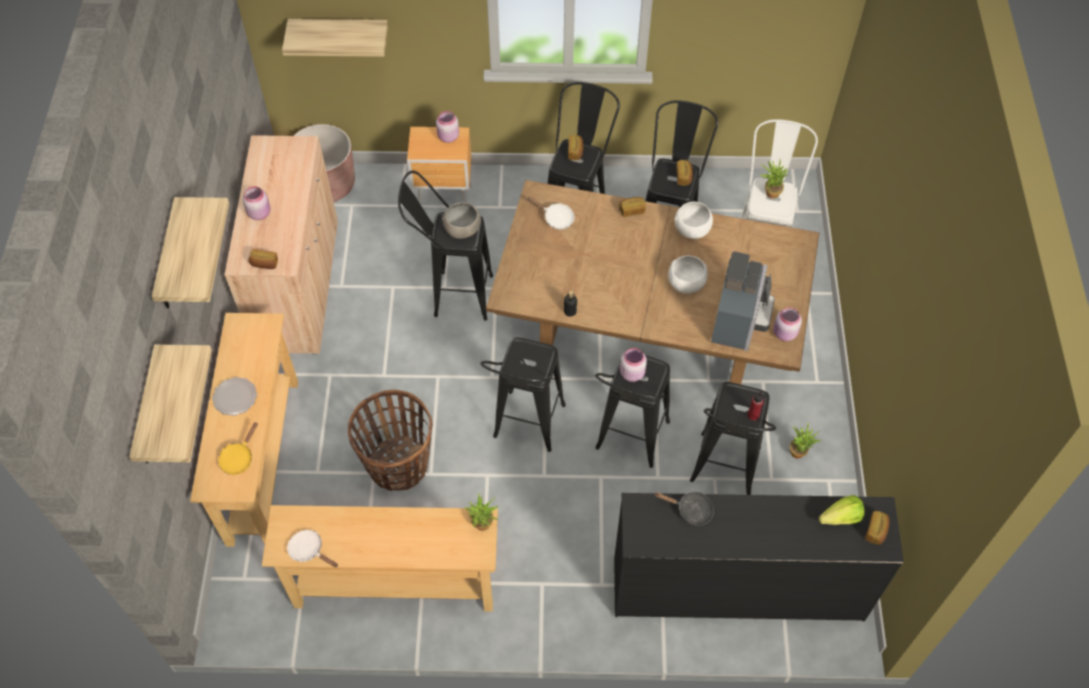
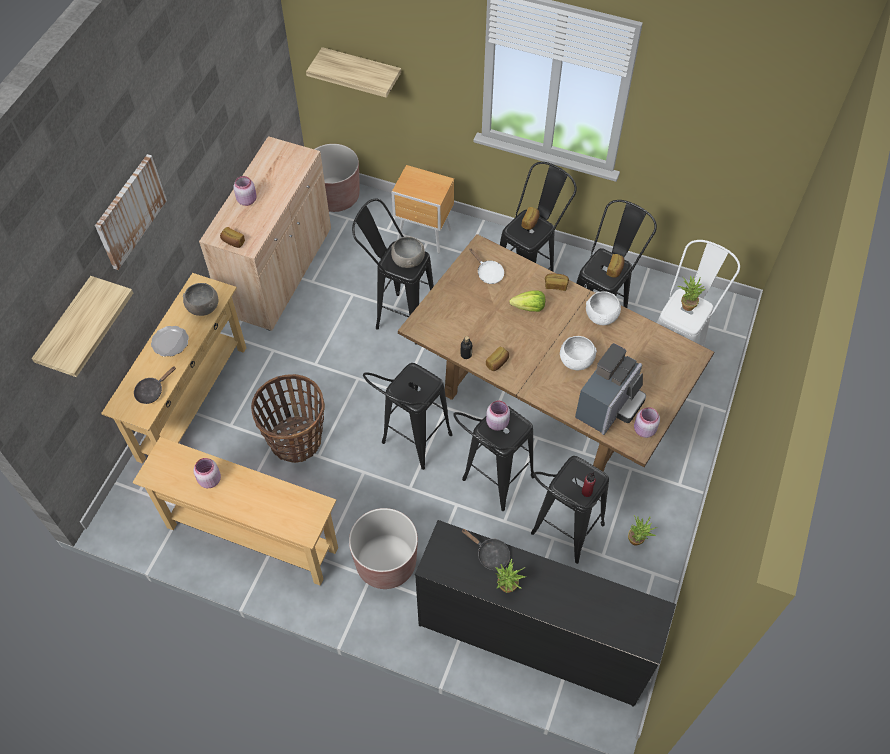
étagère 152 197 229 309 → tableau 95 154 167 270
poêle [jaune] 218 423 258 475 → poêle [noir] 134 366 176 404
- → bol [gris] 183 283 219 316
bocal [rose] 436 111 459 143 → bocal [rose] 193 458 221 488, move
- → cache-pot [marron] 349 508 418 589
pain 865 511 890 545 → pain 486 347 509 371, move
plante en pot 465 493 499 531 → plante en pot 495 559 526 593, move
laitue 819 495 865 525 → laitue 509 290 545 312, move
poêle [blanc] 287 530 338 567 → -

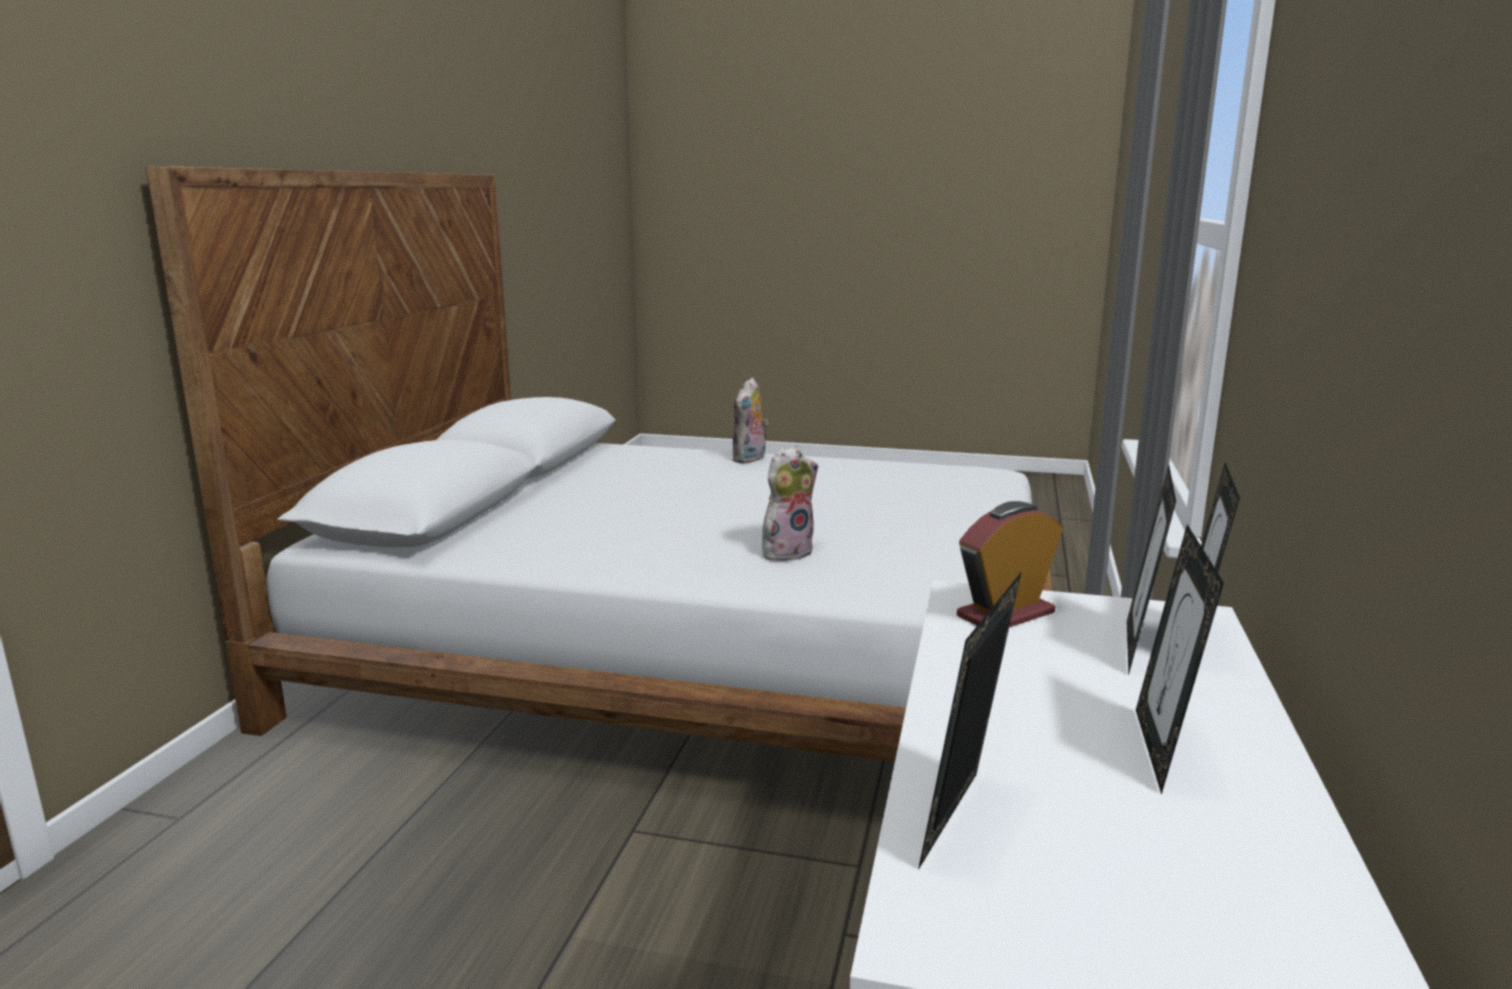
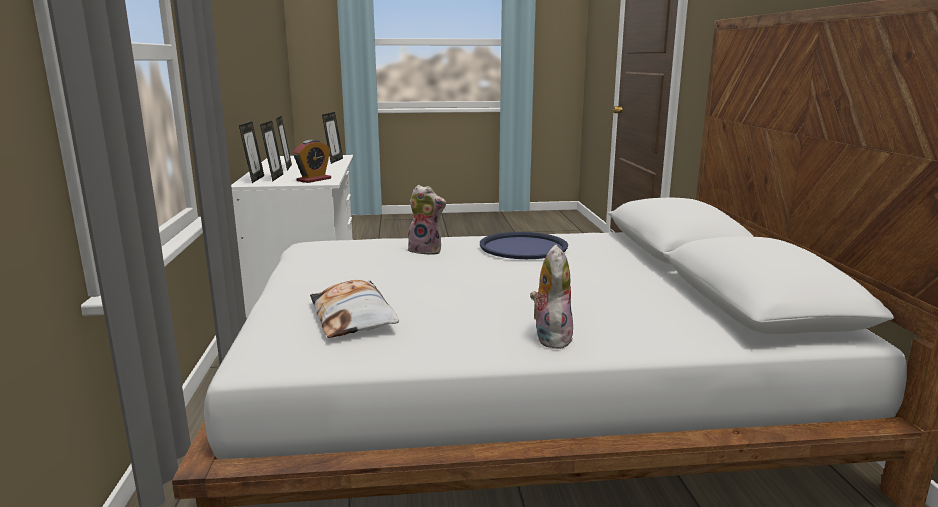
- → coussin 310 280 399 338
peluche 762 446 818 561 → peluche 408 185 446 255, 105 degrees counterclockwise
- → plateau [bleu] 480 232 568 259

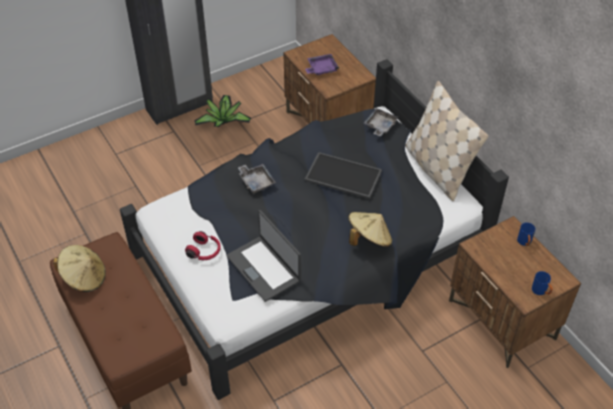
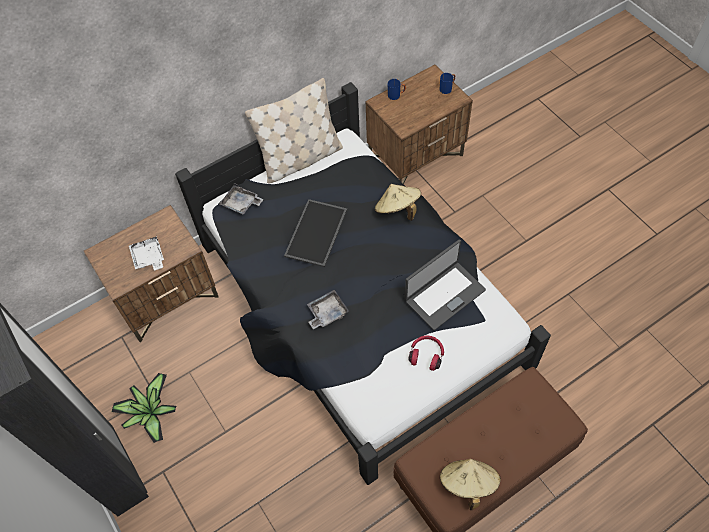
plateau [violet] 305 54 339 75 → plateau [blanc] 129 236 164 270

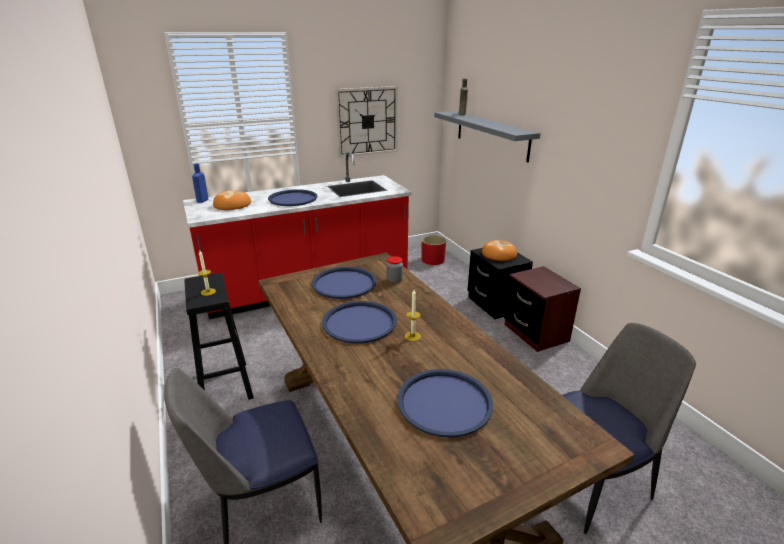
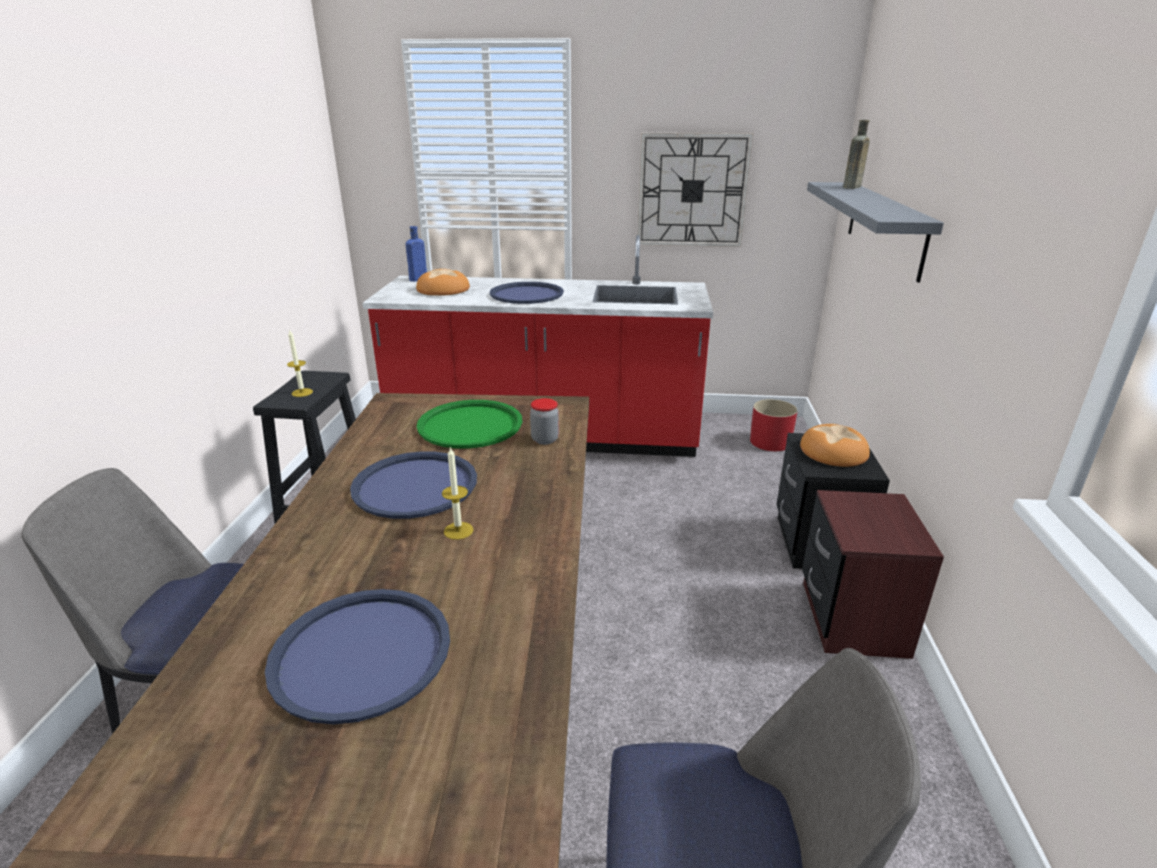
plateau [bleu] 312 267 377 299 → plateau [vert] 416 400 522 448

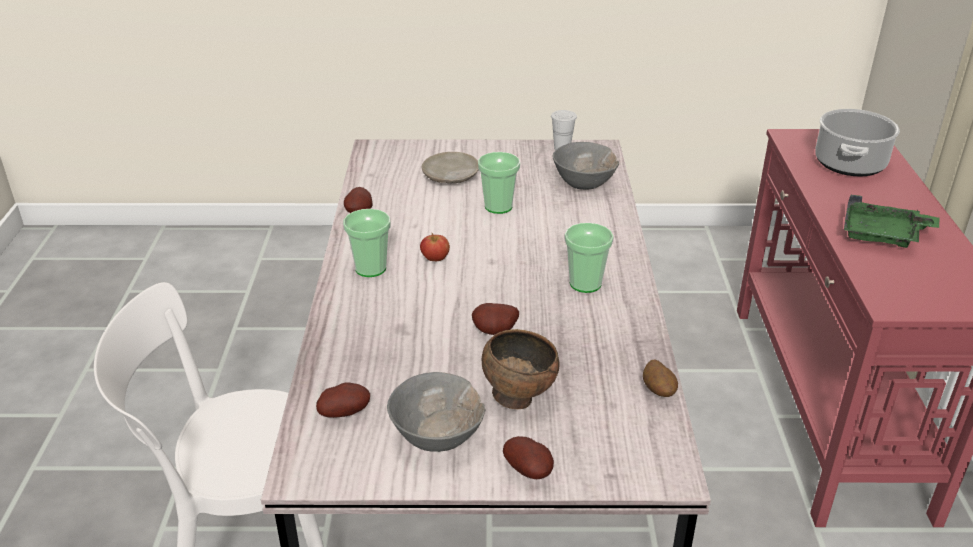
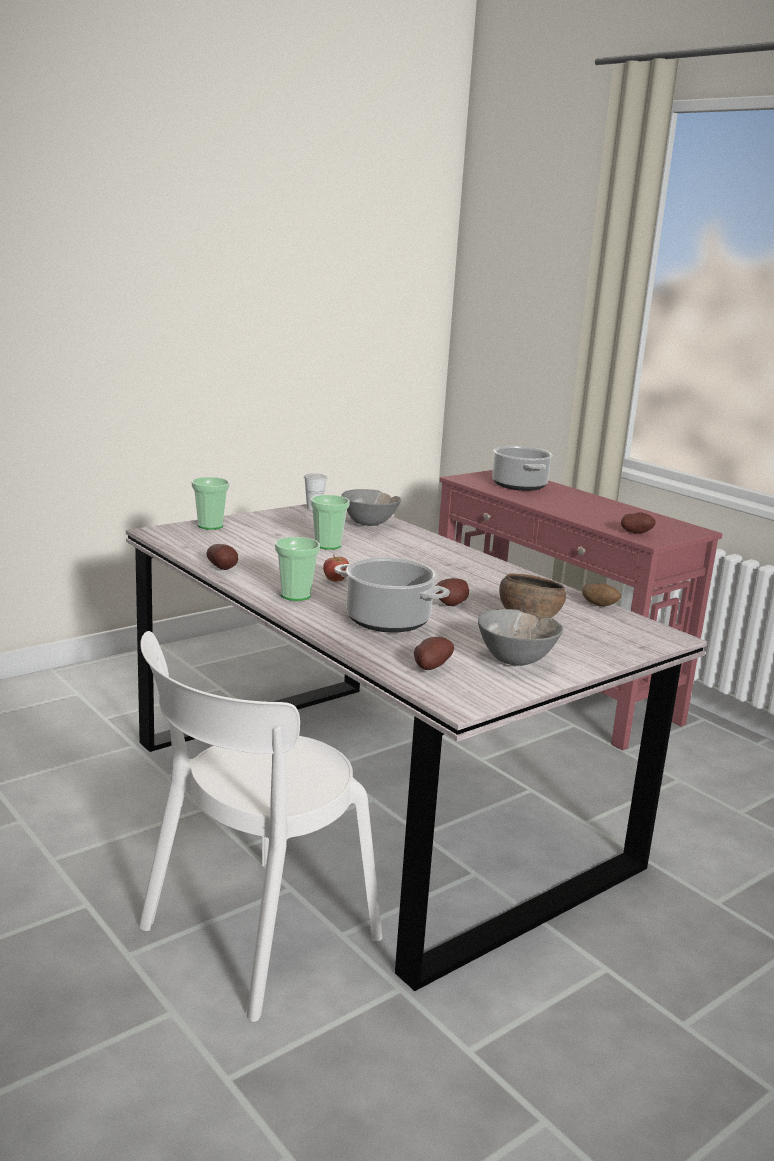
tasse 565 223 614 293 → tasse 192 477 230 530, move
- → marmite 334 557 450 633
pomme de terre 503 436 554 479 → pomme de terre 621 512 656 534, move
assiette [beige] 422 152 479 183 → -
plateau [vert] 844 195 940 248 → -

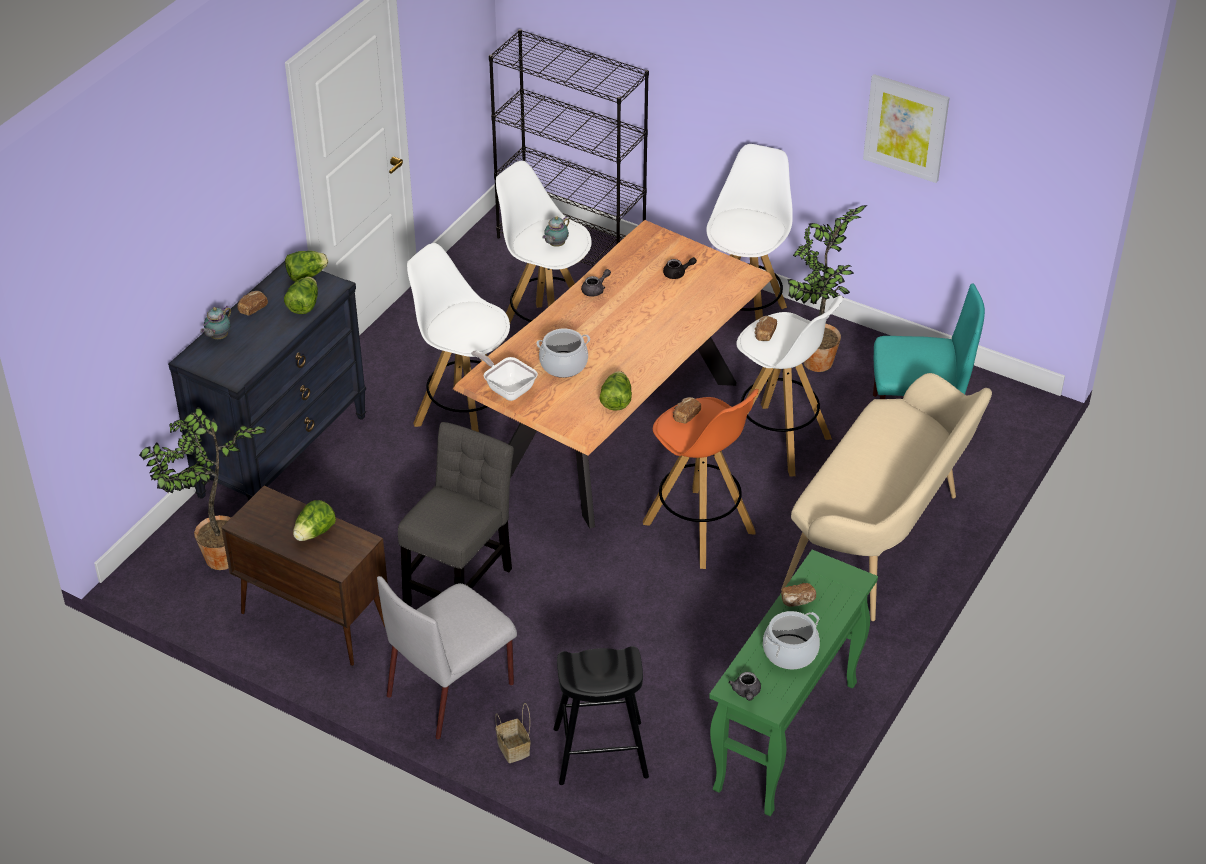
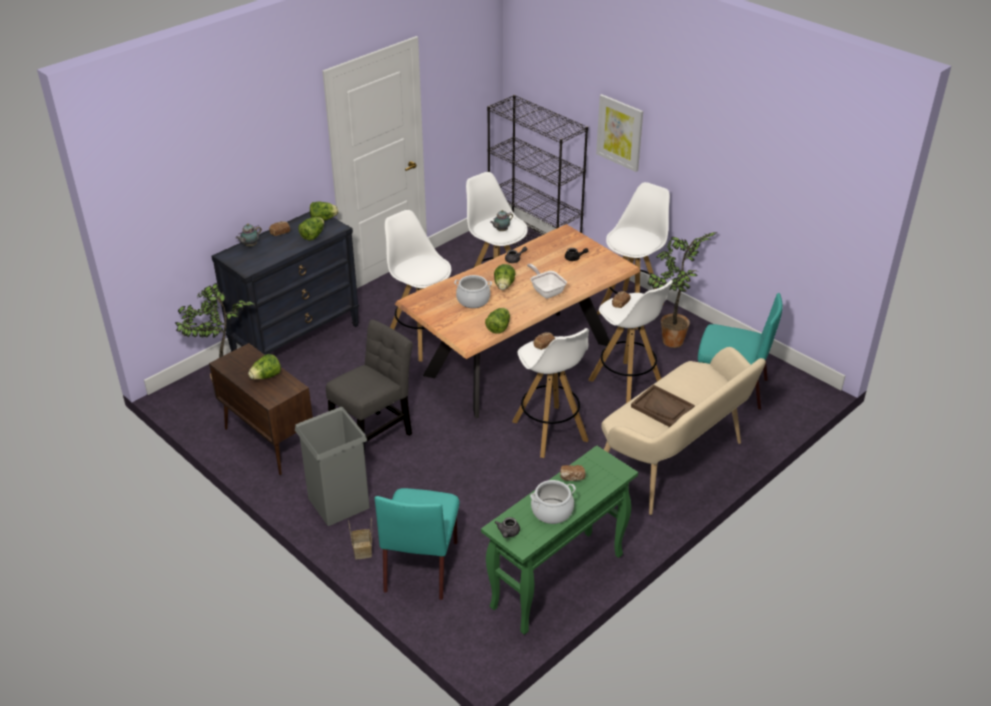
chaise [gris] 377 576 517 739 → poubelle [gris] 295 407 370 526
tabouret [noir] 553 646 649 785 → chaise [turquoise] 374 488 460 600
- → laitue 494 264 515 290
tabouret [orange] 643 389 759 569 → tabouret [blanc] 512 328 589 458
poêle 471 350 538 401 → poêle 527 264 567 298, move
tableau 863 74 949 183 → tableau 596 94 643 172, move
- → plateau [marron] 631 384 695 427

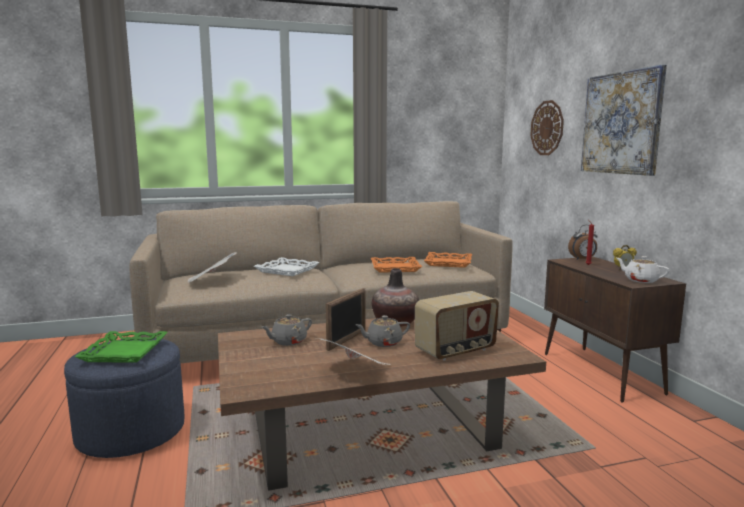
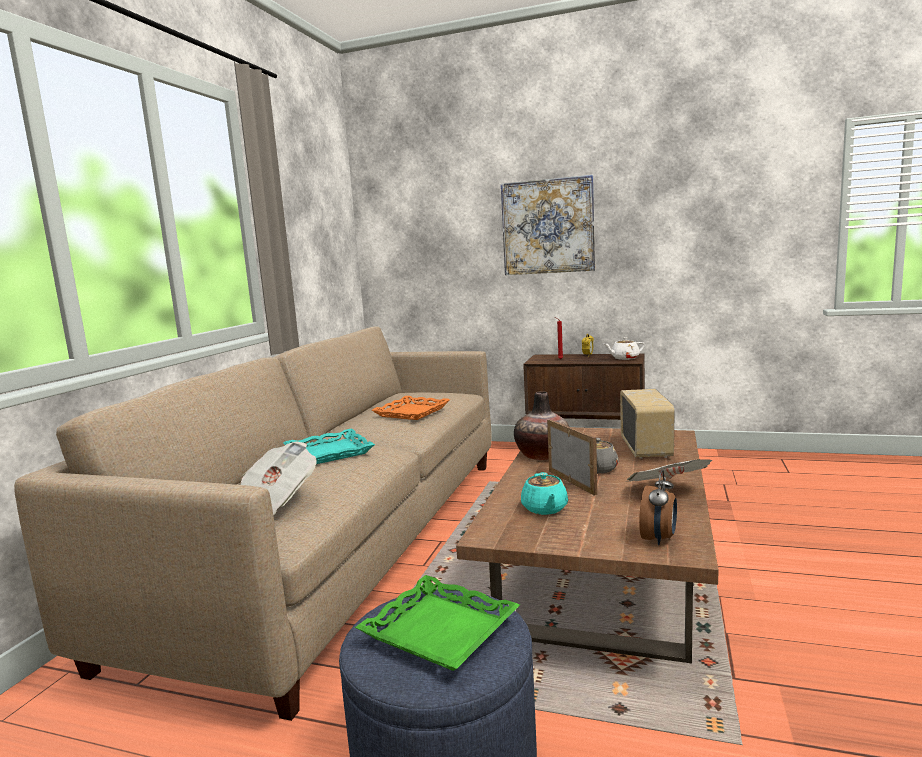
plateau [blanc] 254 257 320 276 → plateau [turquoise] 283 429 375 464
théière [gris] 262 314 312 346 → théière [turquoise] 521 472 568 515
réveil 568 225 598 259 → réveil 639 469 677 545, move
plateau [orange] 424 252 472 268 → -
horloge murale 530 100 564 155 → -

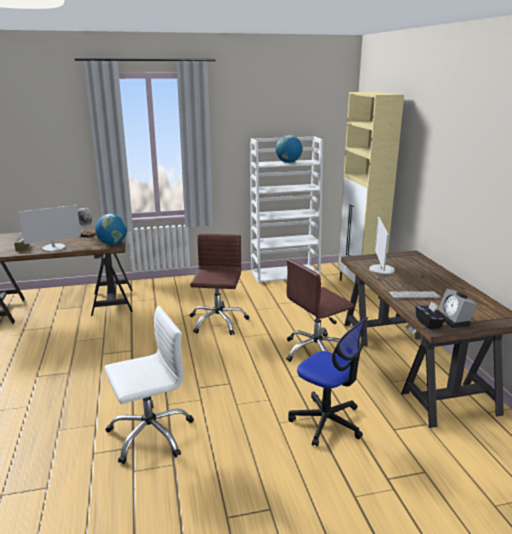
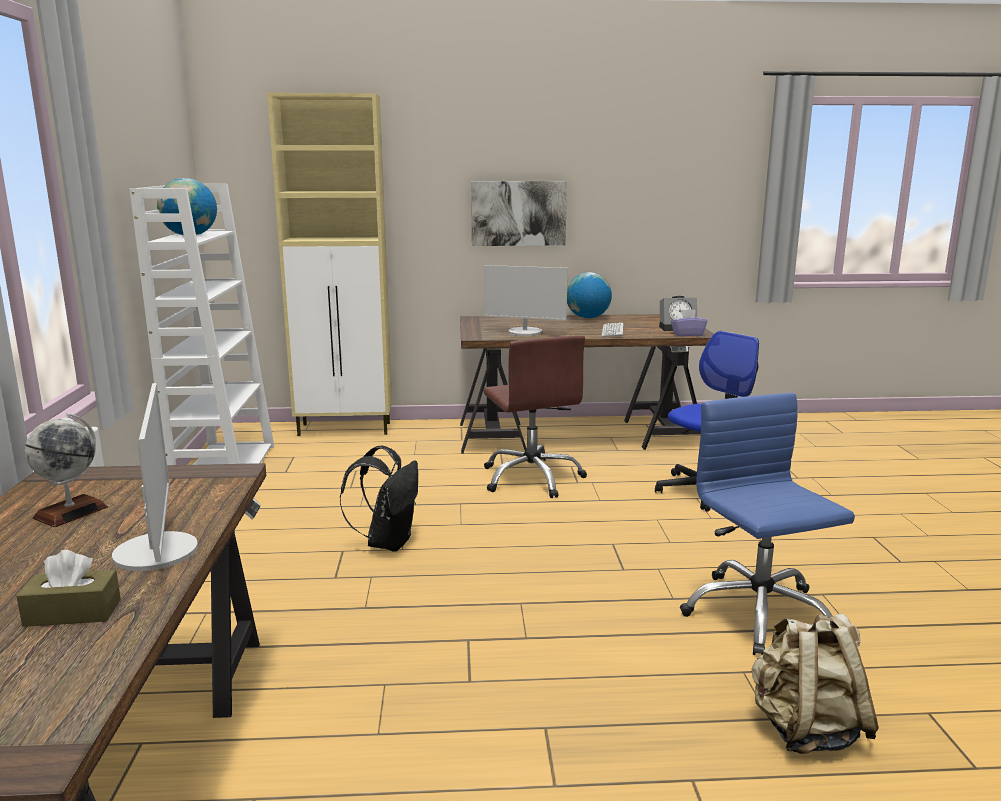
chaise de bureau [marron] 190 234 250 335 → sac à dos [noir] 340 446 418 552
- → tableau 471 181 567 246
globe 95 214 127 245 → globe 567 272 612 318, move
boîte à mouchoirs [noir] 415 301 446 329 → boîte à mouchoirs [violet] 671 309 707 336
chaise de bureau [blanc] 104 306 194 464 → chaise de bureau [bleu] 680 393 855 655
- → sac à dos [beige] 752 614 879 754

